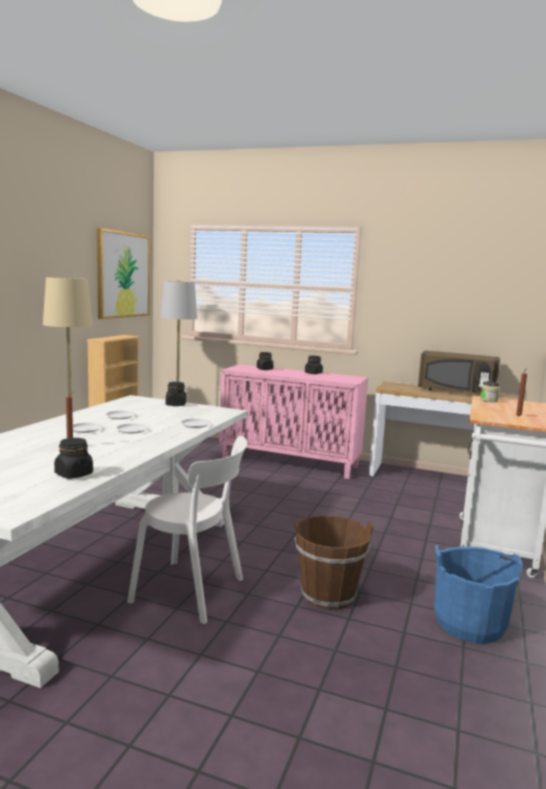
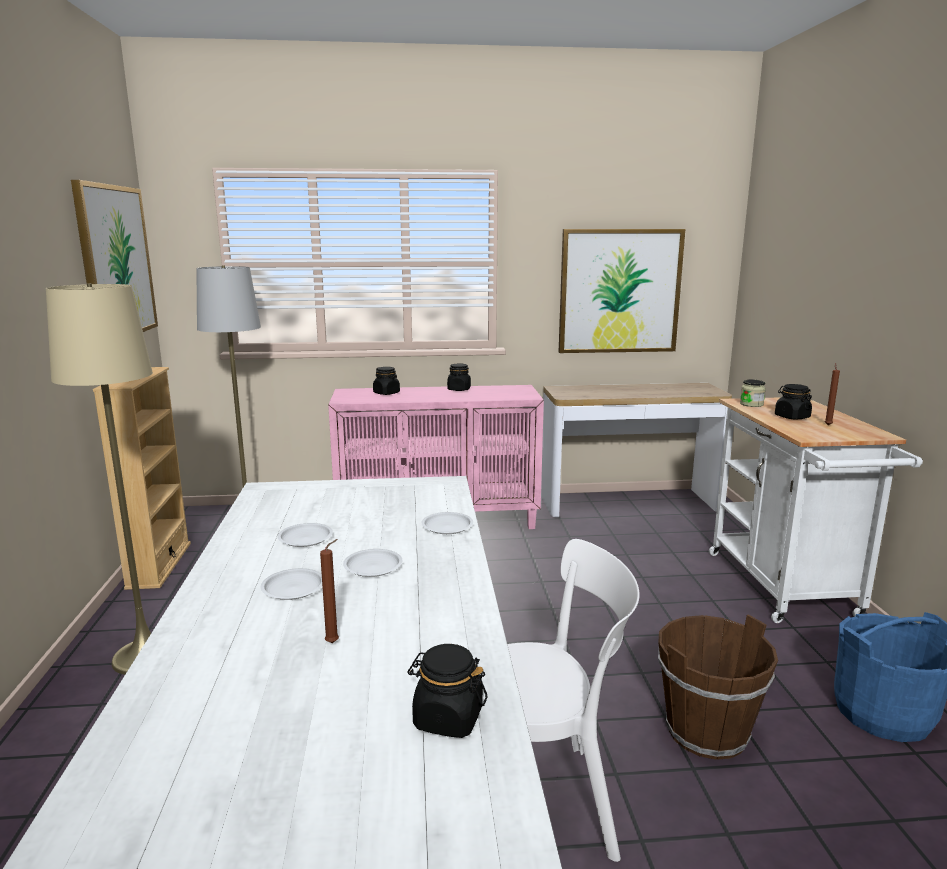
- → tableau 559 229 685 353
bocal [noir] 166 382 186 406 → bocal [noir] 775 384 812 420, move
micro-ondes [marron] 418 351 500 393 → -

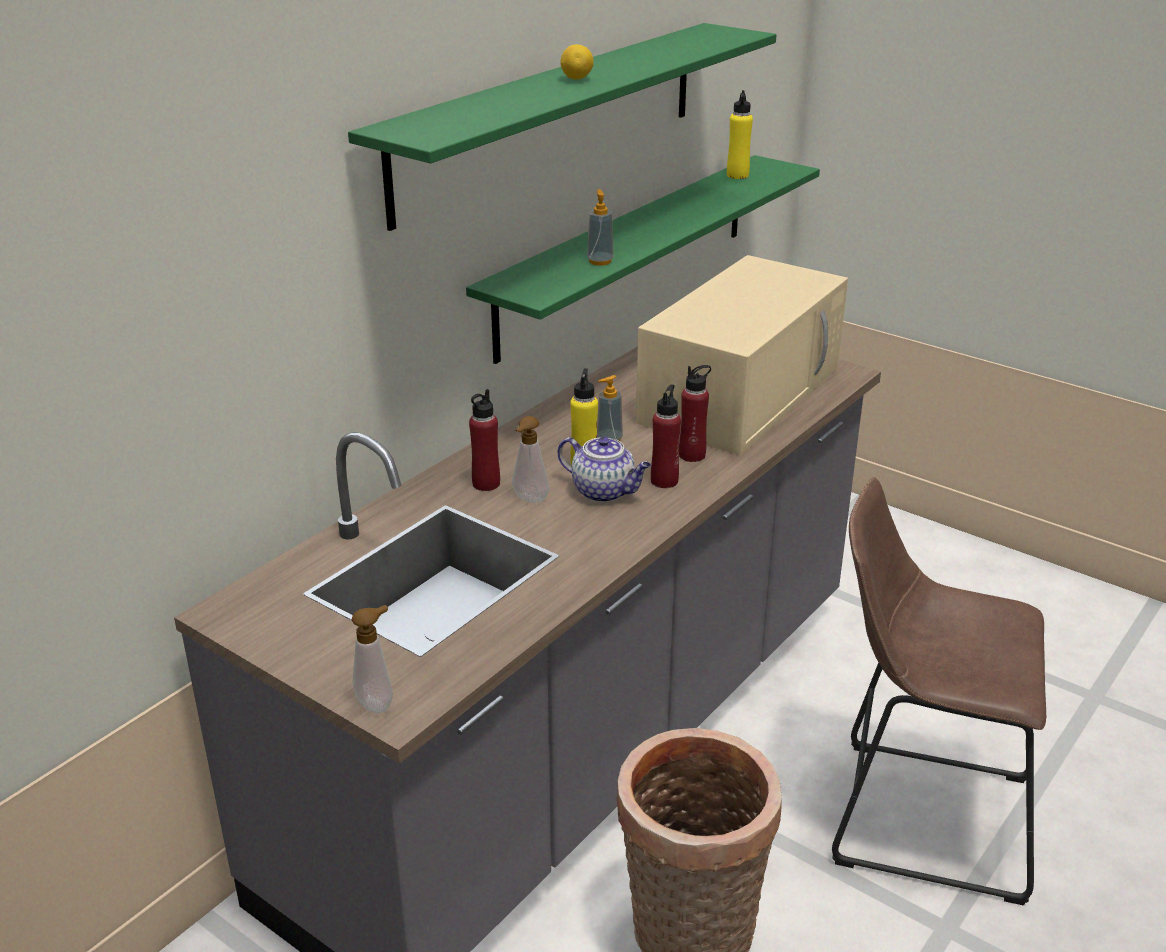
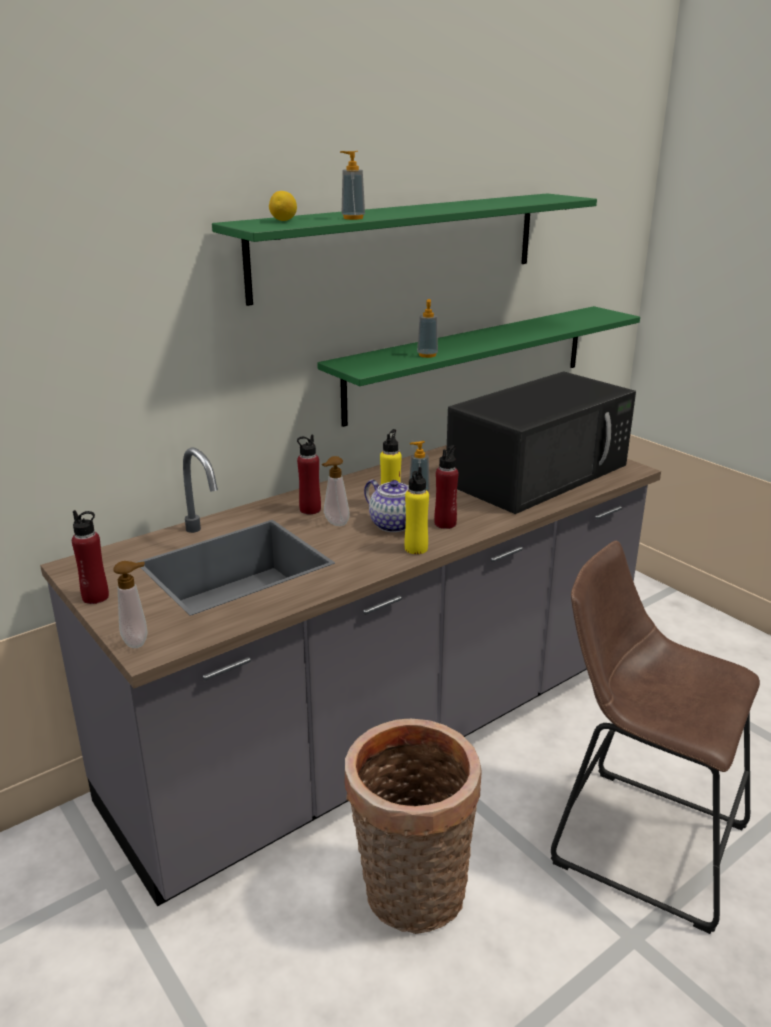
bouteille [rouge] 679 365 711 462 → bouteille [rouge] 72 510 109 604, move
citron 560 44 594 80 → citron 269 191 297 221, move
- → distributeur de savon 340 151 365 220
bouteille [jaune] 727 90 753 179 → bouteille [jaune] 404 467 429 554, move
micro-ondes [beige] 636 255 848 456 → micro-ondes [noir] 446 371 636 514

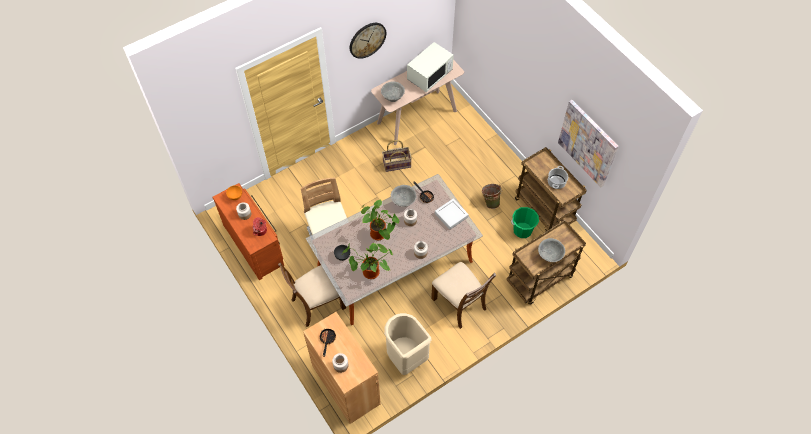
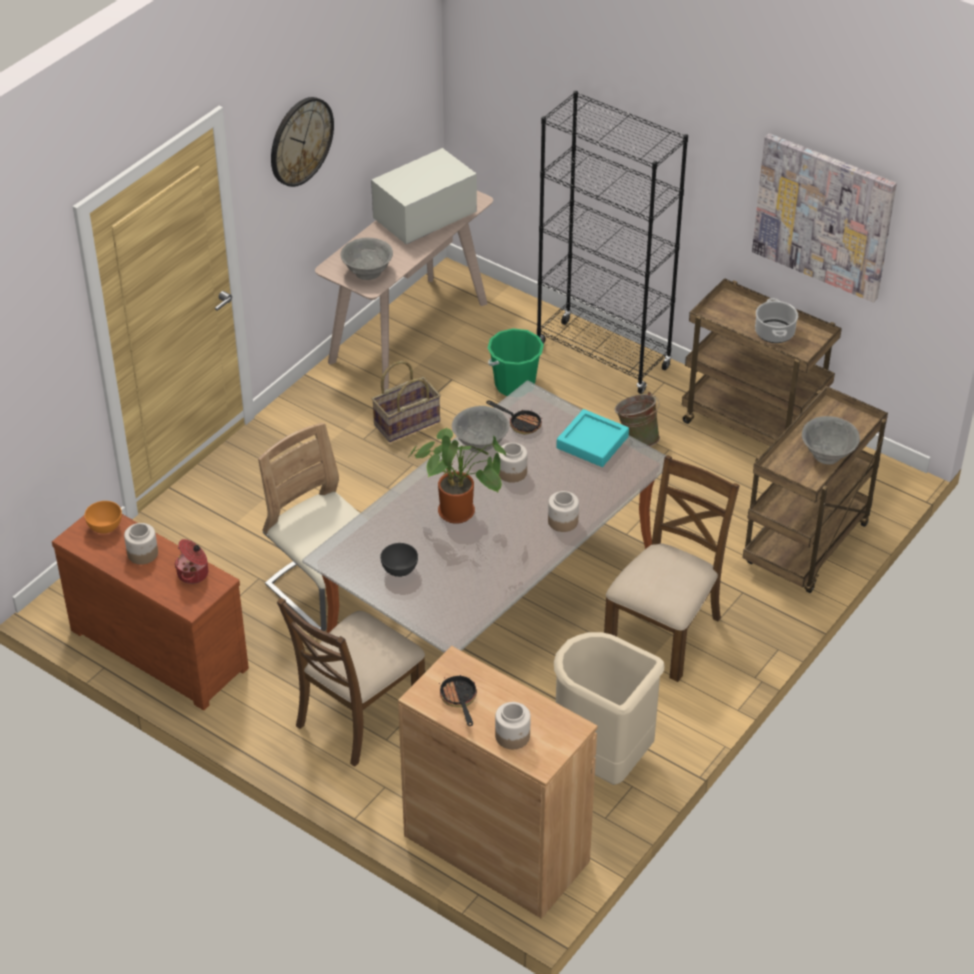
micro-ondes [blanc] 407 42 454 92 → micro-ondes [blanc] 371 148 477 245, 150 degrees counterclockwise
seau [vert] 511 207 539 238 → seau [vert] 488 328 544 396, move
- → bibliothèque [noir] 537 91 688 394
plateau [gris] 435 199 469 230 → plateau [turquoise] 556 409 629 467
chaise [marron] 431 262 496 329 → chaise [marron] 604 455 740 682, 90 degrees counterclockwise
plante en pot 342 243 393 279 → -

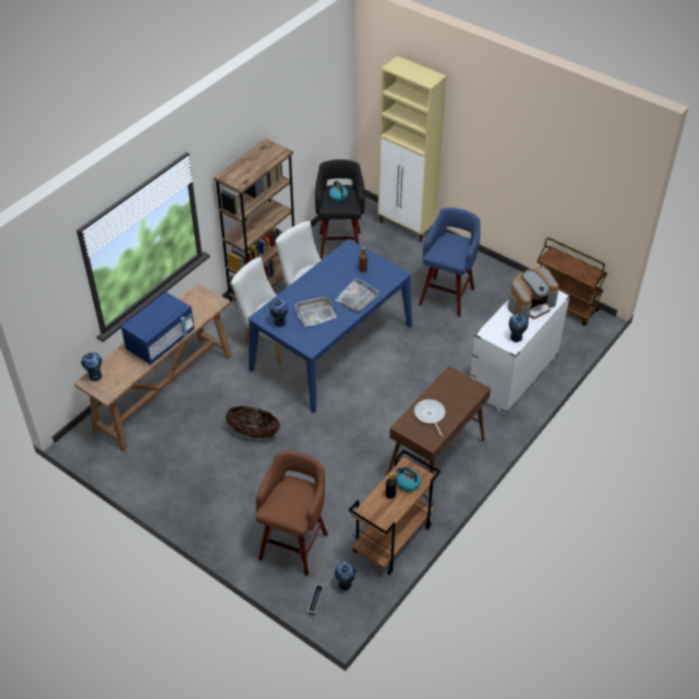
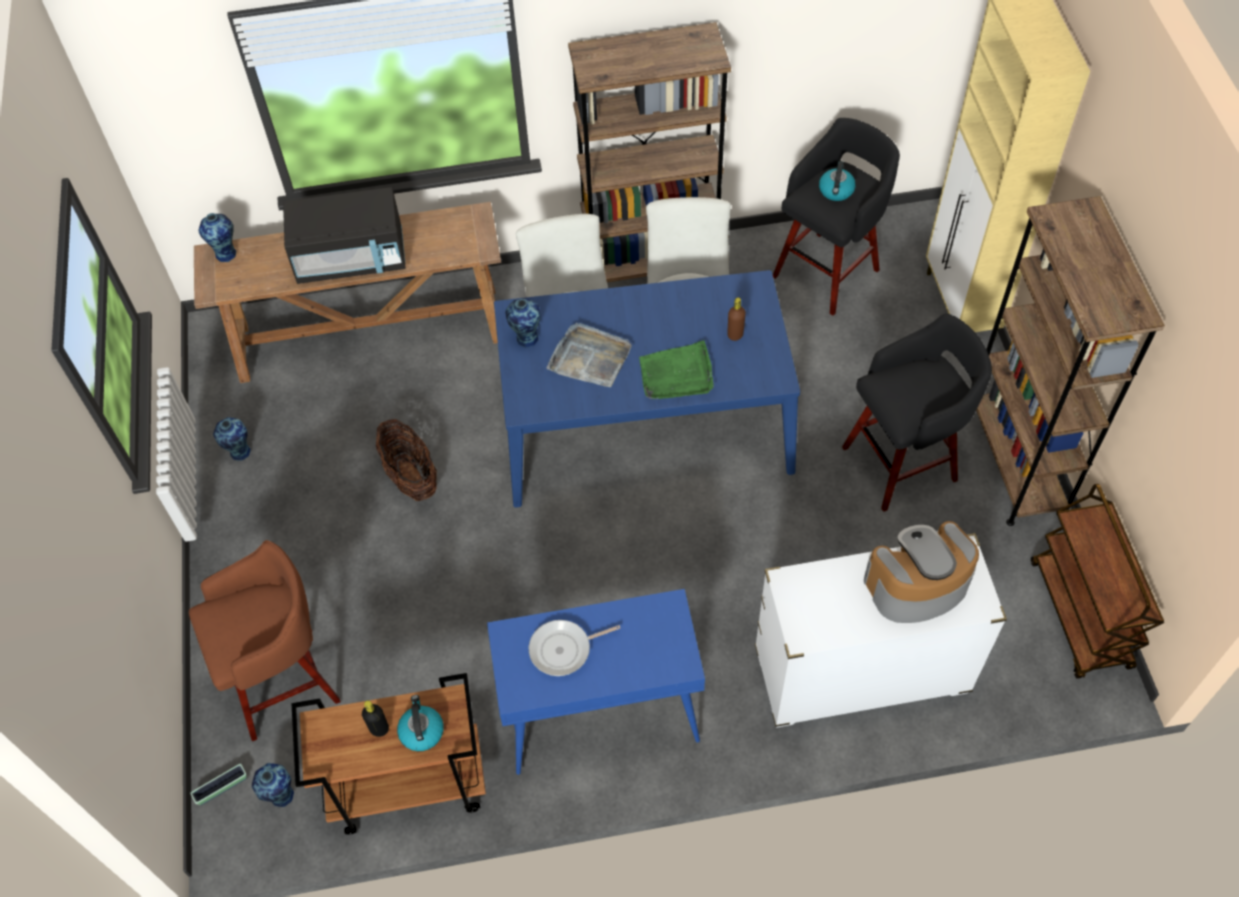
vase 509 314 529 342 → vase 213 417 251 461, move
micro-ondes [bleu] 121 292 194 365 → micro-ondes [noir] 283 187 406 284
table console [marron] 387 366 491 495 → table console [bleu] 487 589 705 775
poêle 414 399 445 437 → poêle 529 620 620 676, 135 degrees counterclockwise
plateau [gris] 336 278 379 312 → plateau [vert] 639 340 714 399
tabouret [bleu] 419 208 480 317 → tabouret [noir] 842 313 992 512
machine à café 508 267 559 320 → machine à café 864 521 979 623, 150 degrees clockwise
- → bibliothèque [marron] 976 196 1165 526

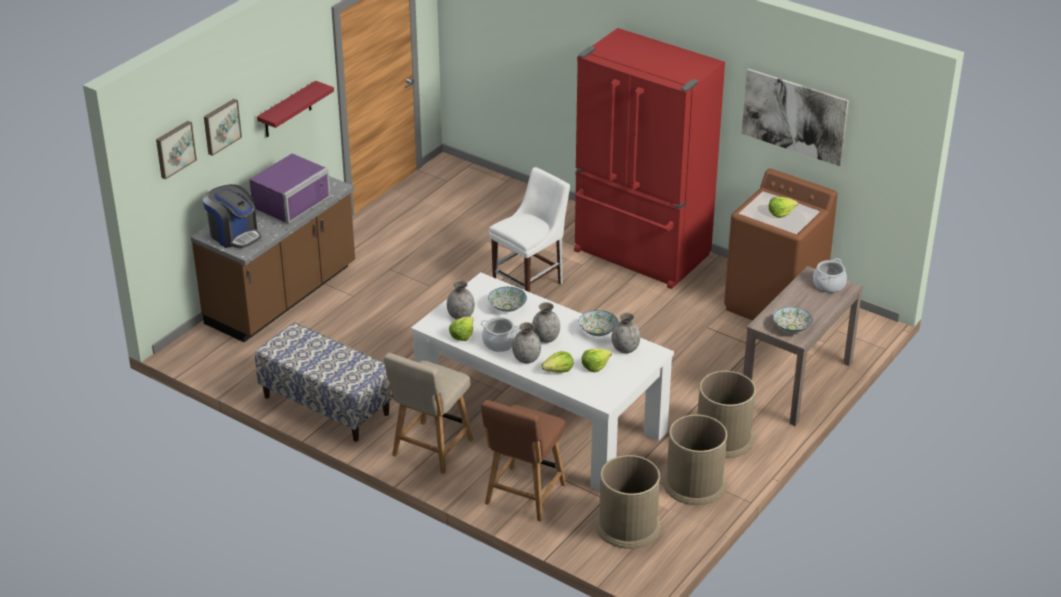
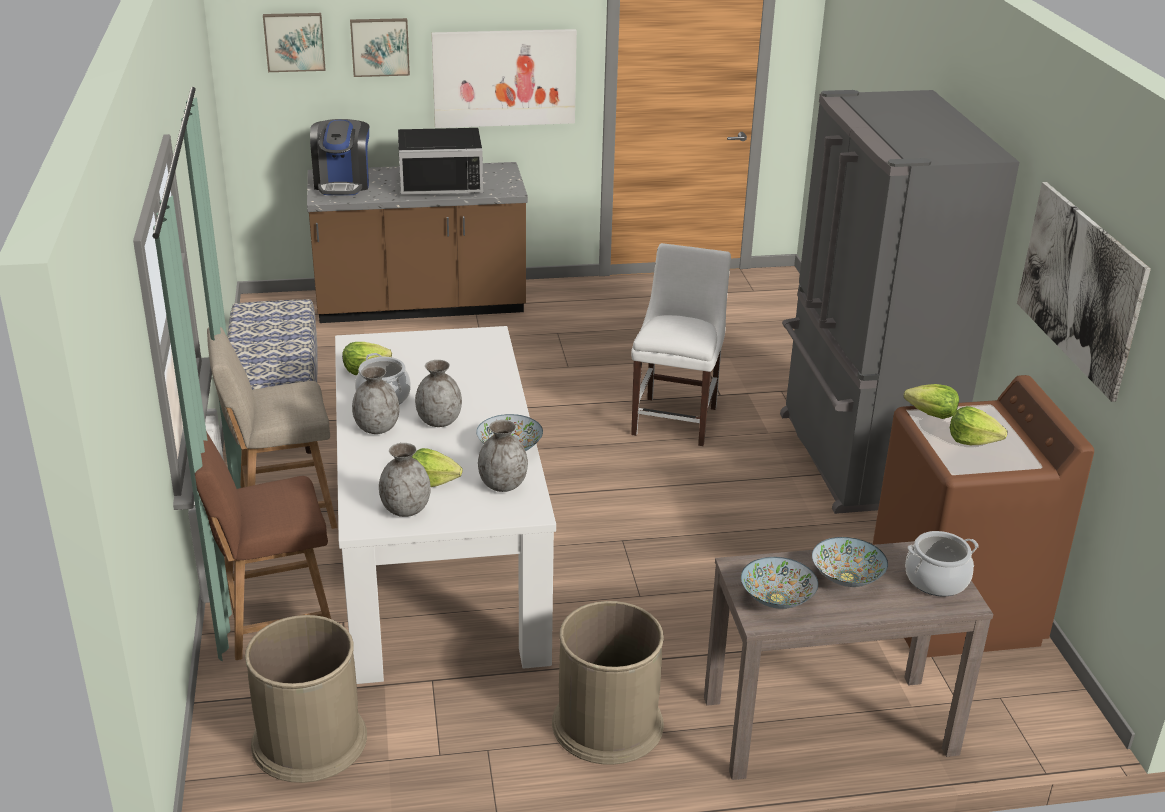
vase [gris] 447 280 475 320 → vase [gris] 379 443 431 517, move
micro-ondes [violet] 249 154 330 224 → micro-ondes [noir] 398 128 483 195
étagère [rouge] 257 81 334 137 → tableau 432 29 577 128
chaise [blanc] 489 167 570 292 → chaise [blanc] 631 243 731 446, 75 degrees counterclockwise
réfrigérateur [rouge] 574 28 725 289 → réfrigérateur [gris] 780 90 1019 514
bol 488 287 527 312 → bol 812 537 888 587, move
laitue 541 351 573 373 → laitue 904 384 959 419, move
poubelle [marron] 663 415 727 505 → -

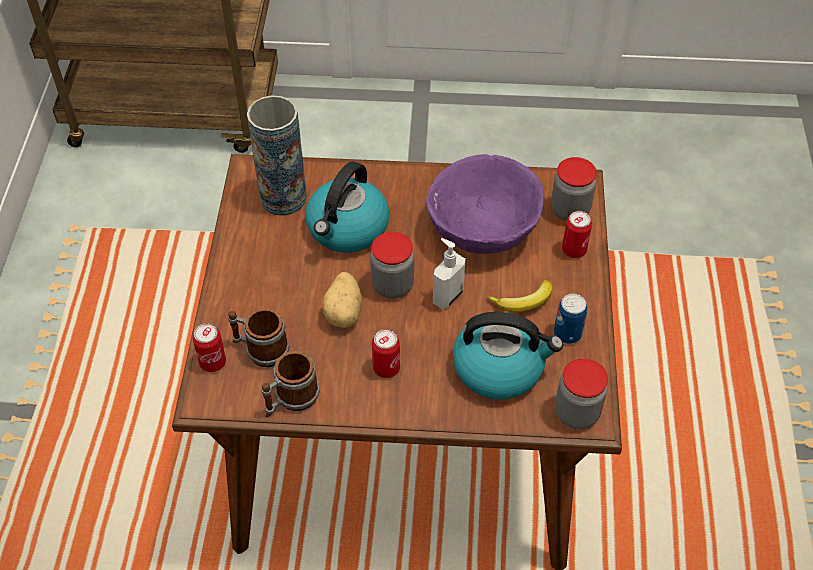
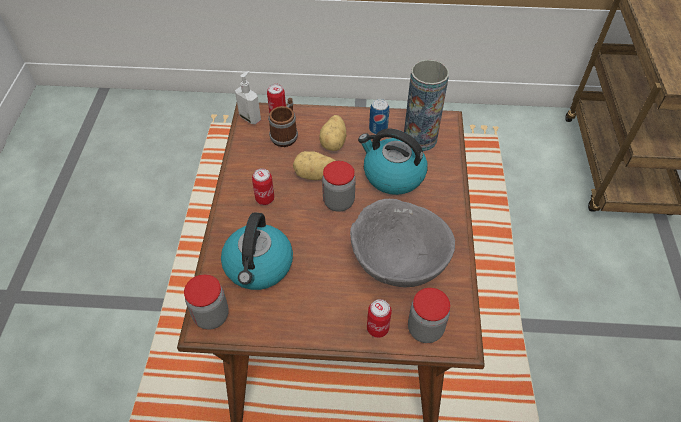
distributeur de savon 433 238 466 310 → distributeur de savon 235 71 261 124, move
- → pomme de terre 319 115 346 151
bol [violet] 426 154 544 254 → bol [gris] 350 199 455 287
boîte métallique 554 294 587 344 → boîte métallique 369 99 389 134, move
mug 261 351 320 418 → -
banane 487 280 553 312 → -

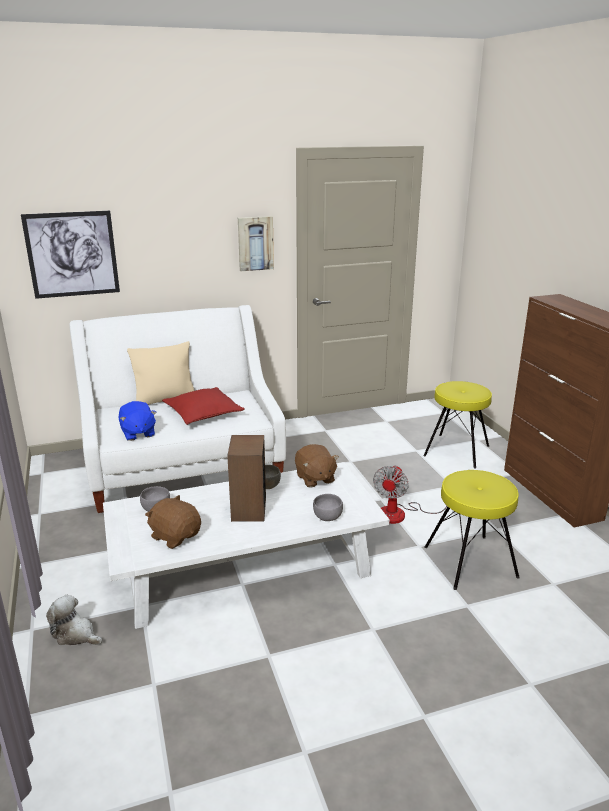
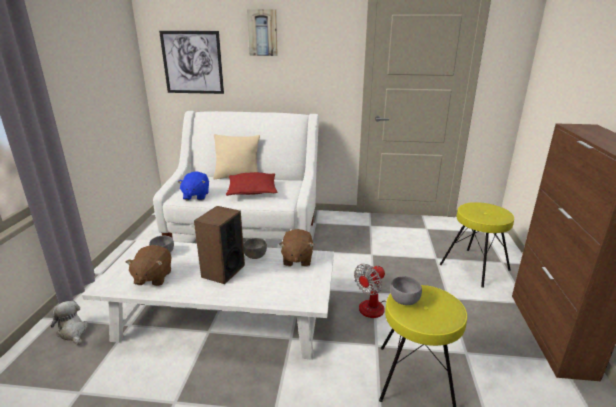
peluche [marron] 145 495 201 549 → peluche [marron] 126 245 172 286, 150 degrees counterclockwise
tableau 238 216 274 271 → tableau 247 9 278 56, move
bol [gris] 313 494 343 521 → bol [gris] 390 276 422 305, move

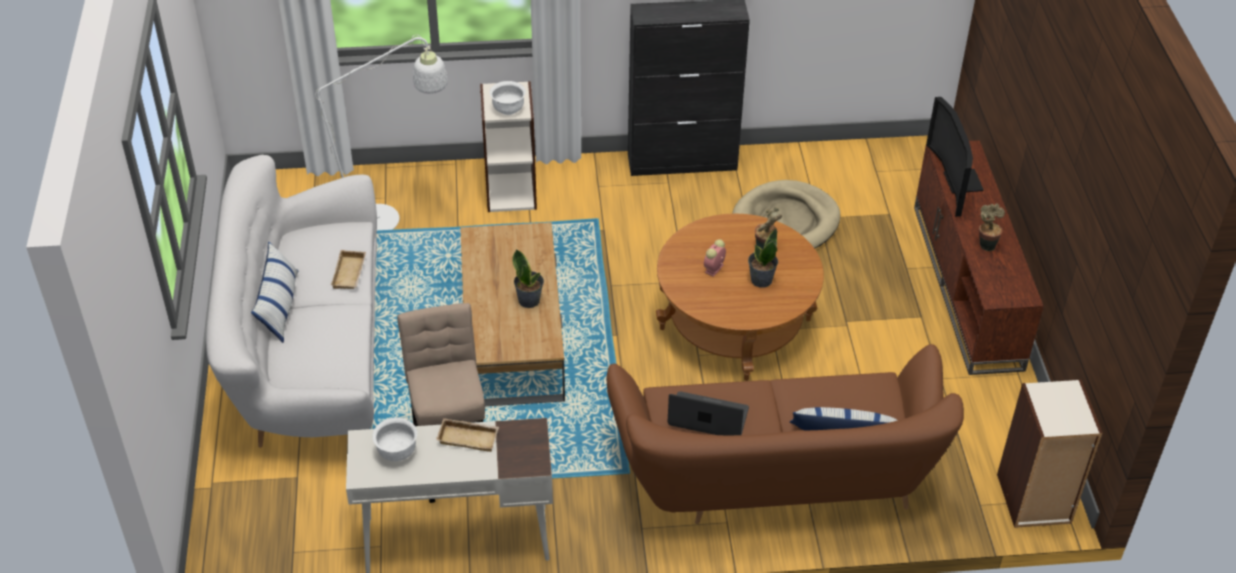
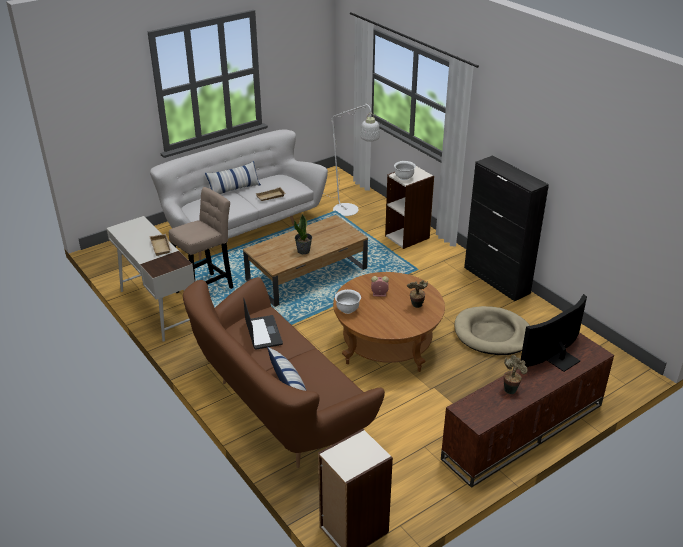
bol [blanc] 372 418 417 461 → bol [blanc] 335 289 361 314, move
plante en pot 748 228 778 288 → -

